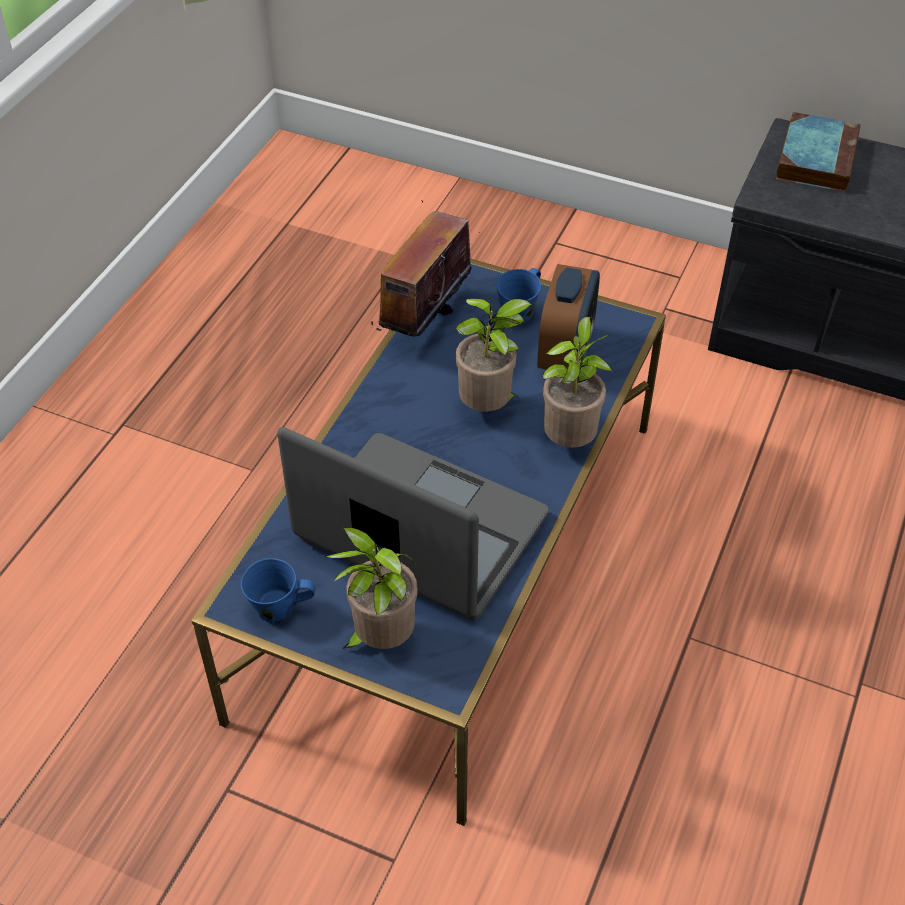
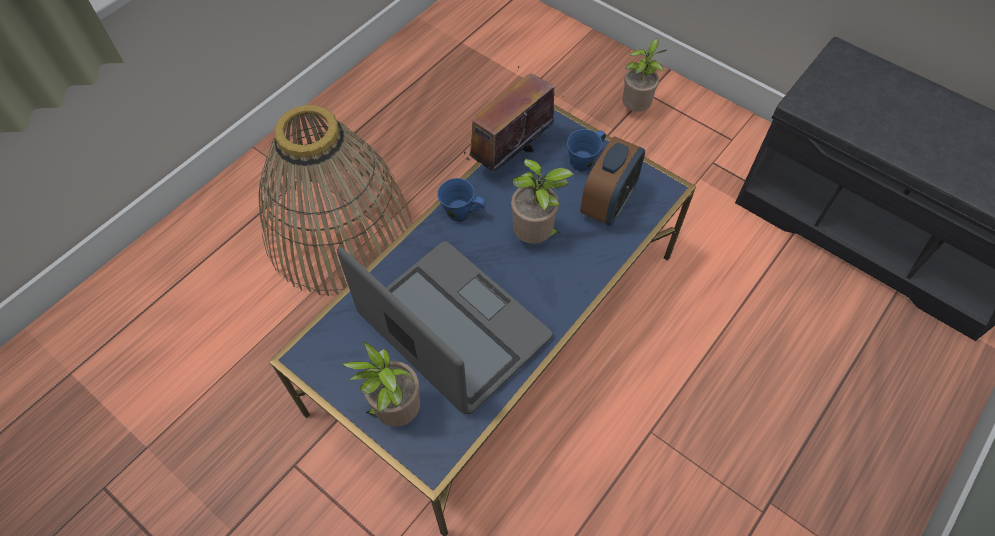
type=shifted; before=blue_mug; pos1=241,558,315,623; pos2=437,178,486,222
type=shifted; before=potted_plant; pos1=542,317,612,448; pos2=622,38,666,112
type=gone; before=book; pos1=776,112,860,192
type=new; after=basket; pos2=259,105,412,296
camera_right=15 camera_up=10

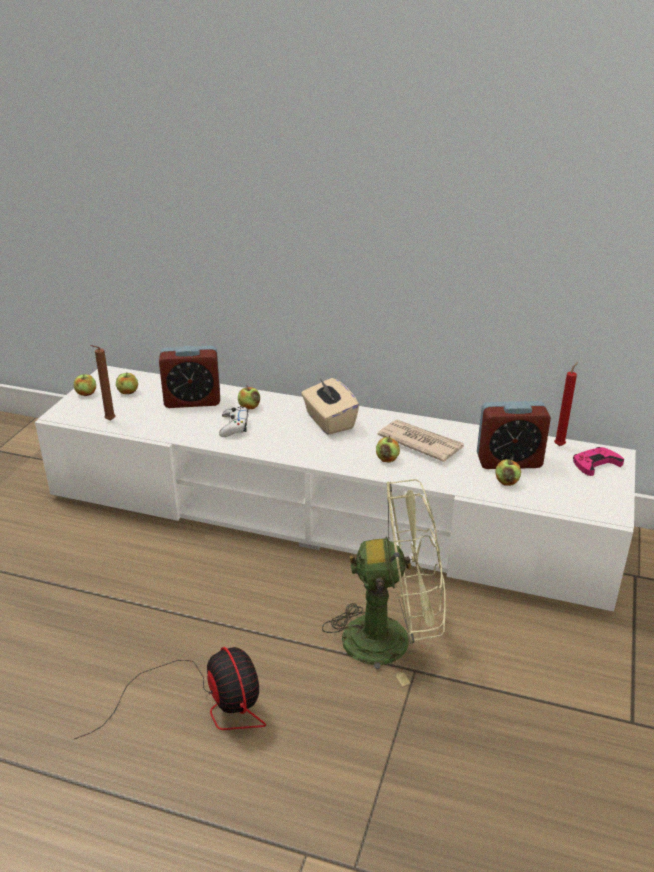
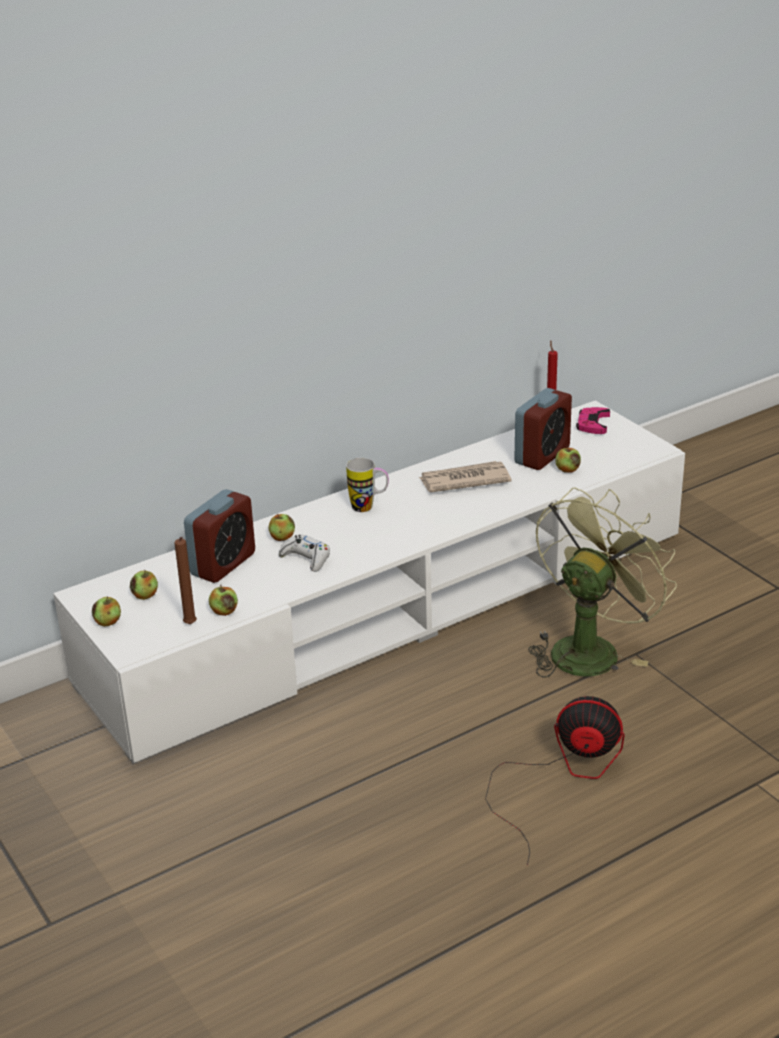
type=swapped; before=beige_tissue_box; after=mug; pos1=301,378,359,435; pos2=346,458,389,512
type=shifted; before=apple; pos1=376,436,400,462; pos2=209,585,238,616
camera_right=-50 camera_up=0

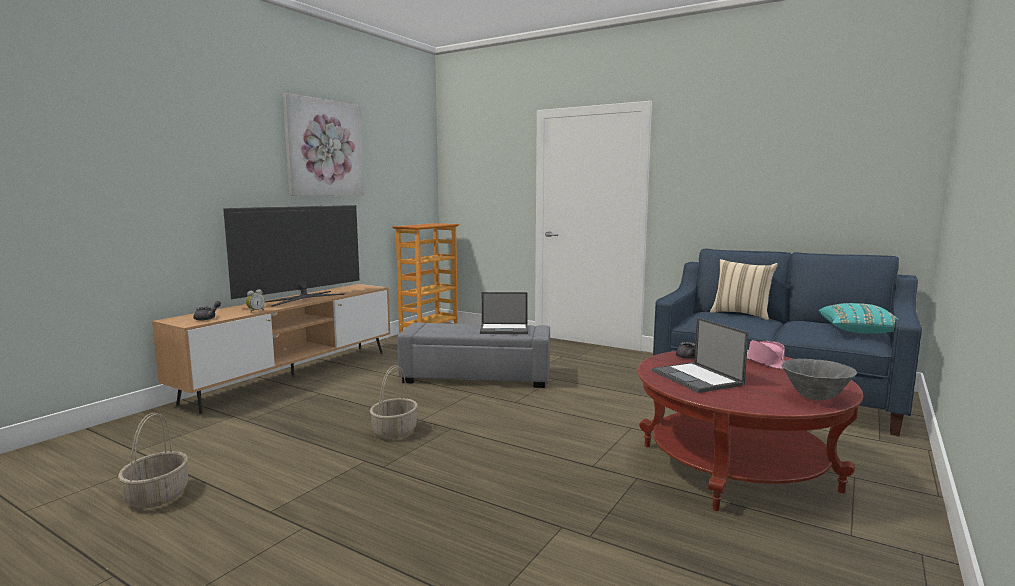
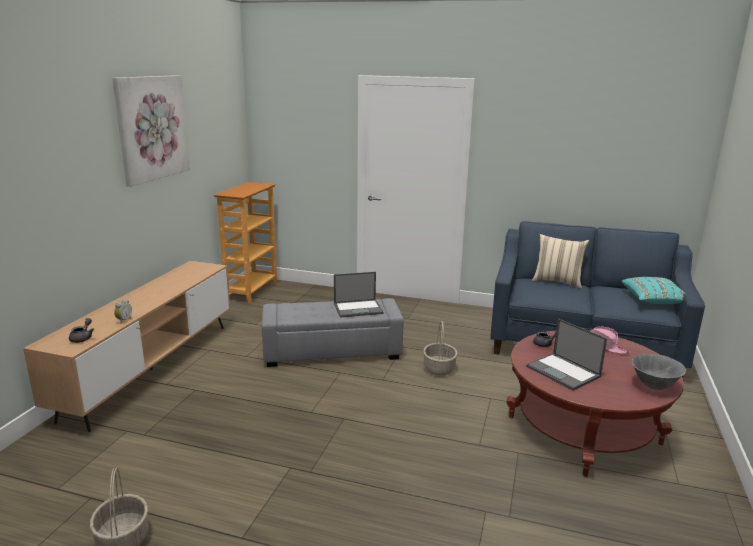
type=gone; before=television; pos1=223,205,360,306
type=shifted; before=basket; pos1=370,365,418,439; pos2=423,321,458,376
camera_right=-15 camera_up=10

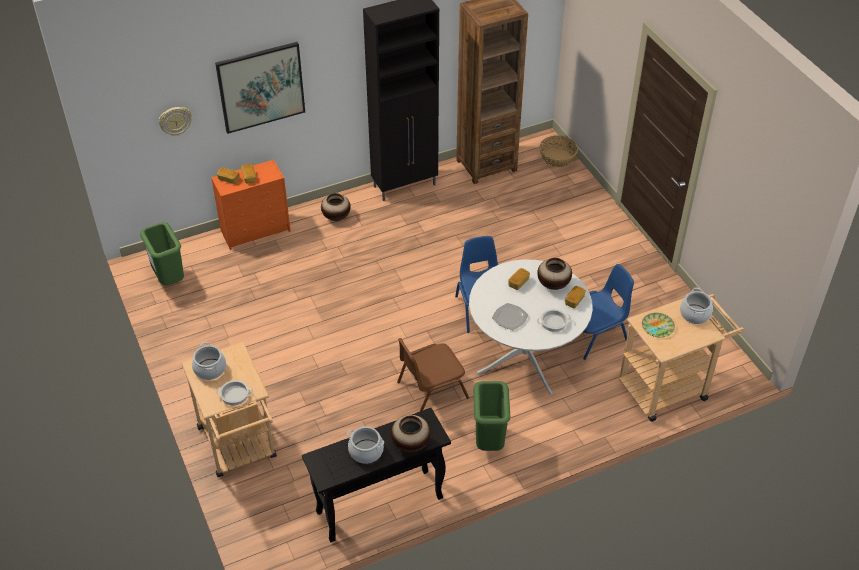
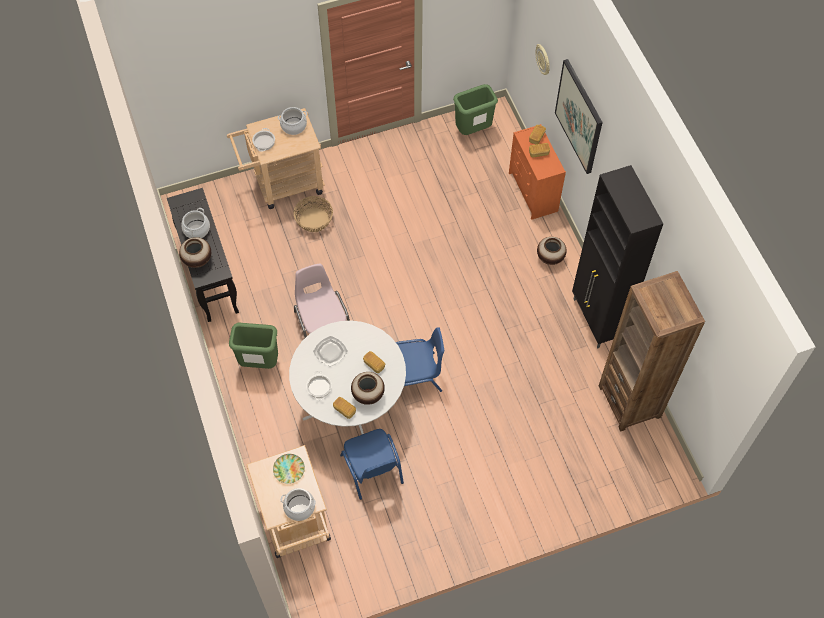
type=repainted; before=brown_chair; after=pink_chair; pos1=397,338,469,412; pos2=294,264,350,338
type=shifted; before=basket; pos1=539,136,578,167; pos2=293,196,333,232
camera_right=95 camera_up=15

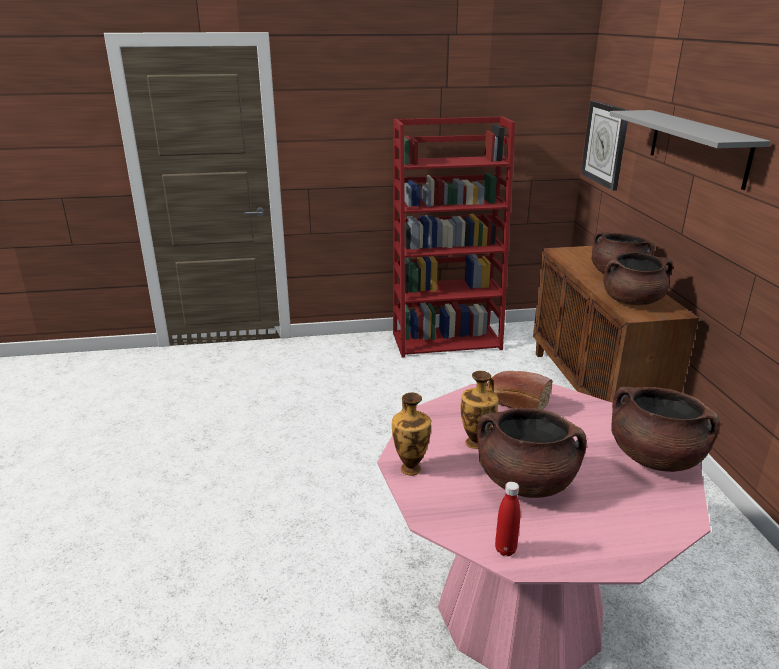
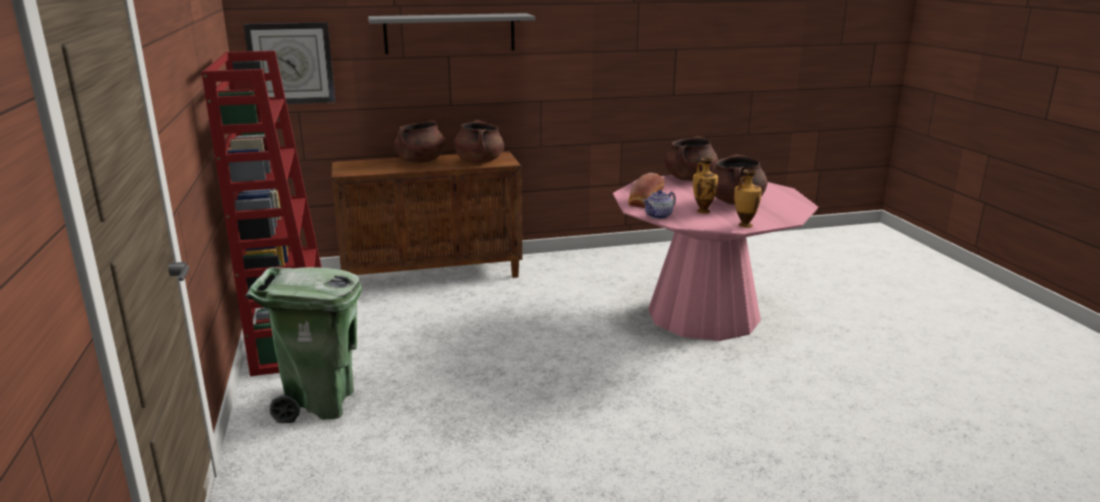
type=gone; before=red_bottle; pos1=495,482,521,556
type=new; after=green_trash_can; pos2=245,267,362,423
type=new; after=teapot; pos2=643,190,676,219
camera_right=-95 camera_up=-5

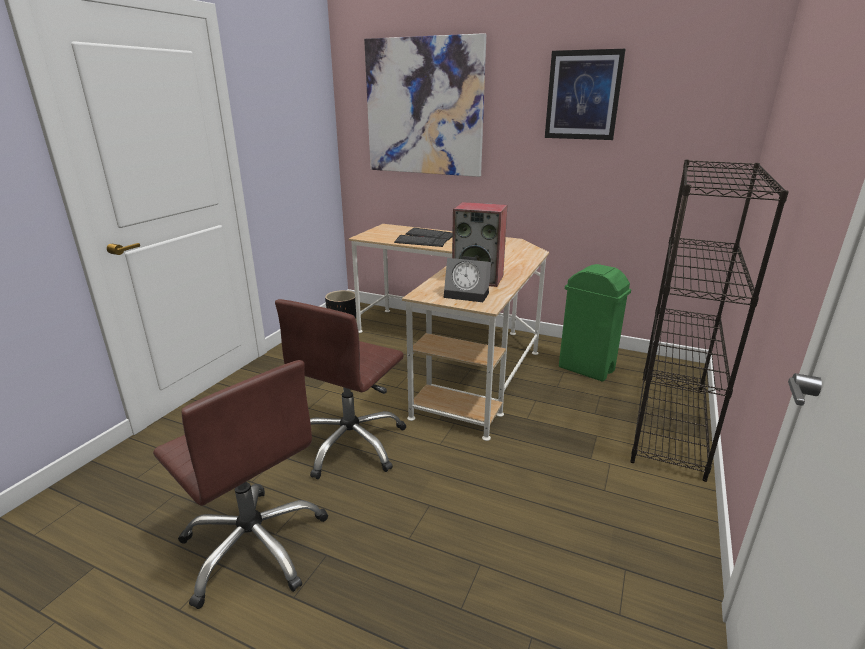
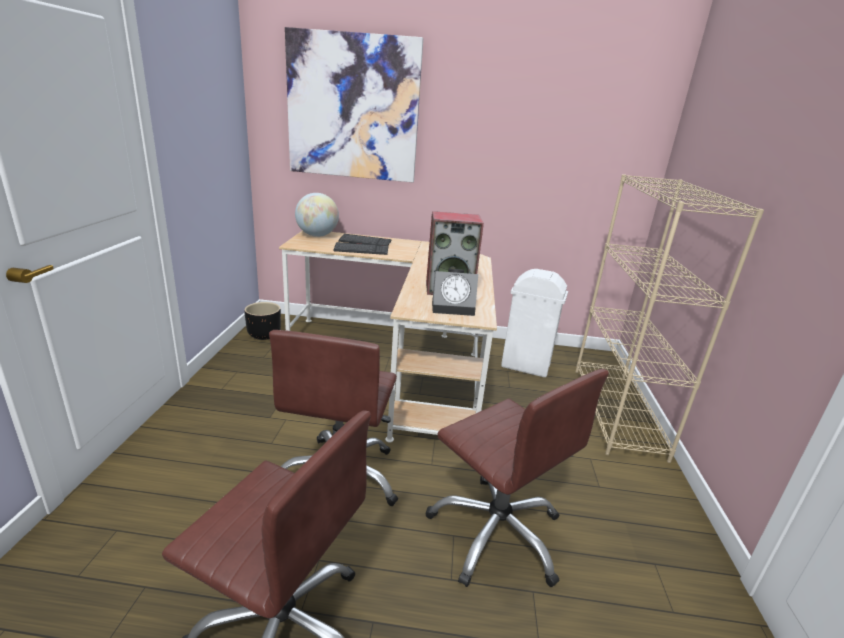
type=gone; before=picture; pos1=545,49,626,140
type=repainted; before=green_trash_can; after=white_trash_can; pos1=559,264,631,381; pos2=501,269,568,377
type=repainted; before=black_bookcase; after=beige_bookcase; pos1=630,160,789,482; pos2=575,174,764,463
type=new; after=globe; pos2=295,193,339,237
type=new; after=brown_office_chair; pos2=425,369,609,587
camera_right=-20 camera_up=0

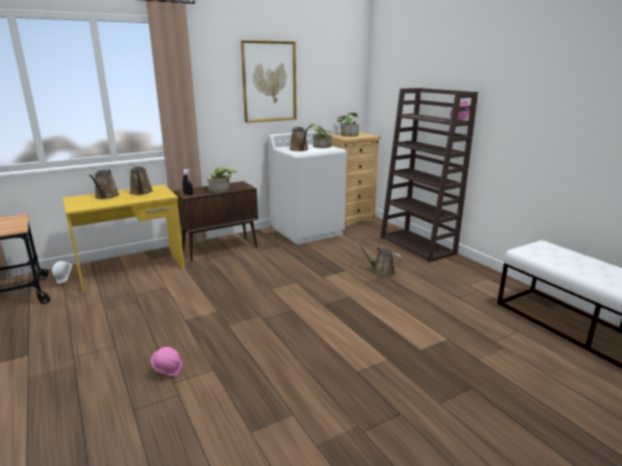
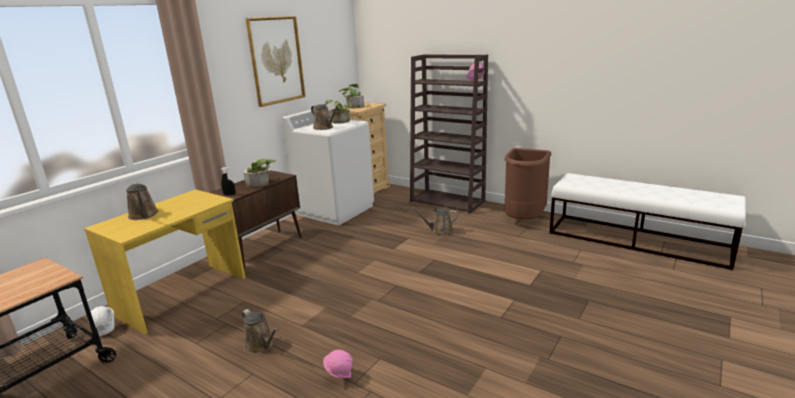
type=shifted; before=brown_watering_can; pos1=130,166,153,195; pos2=241,309,278,354
type=new; after=brown_trash_can; pos2=504,148,552,219
camera_right=-25 camera_up=0

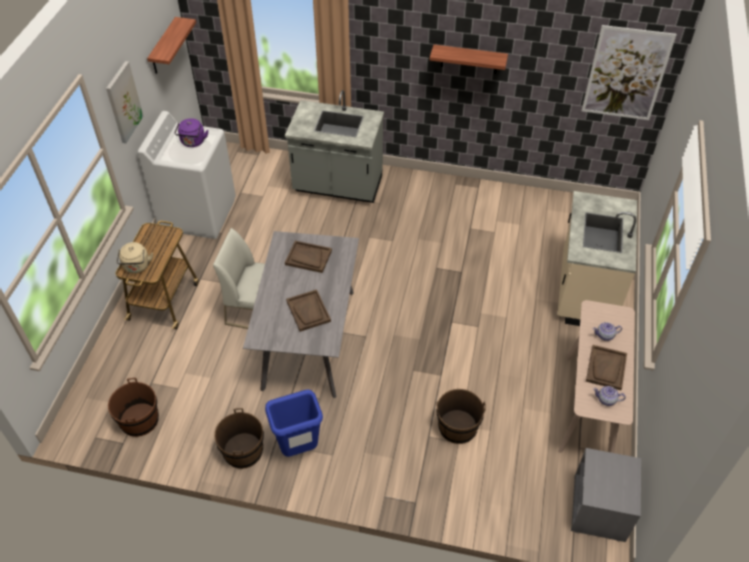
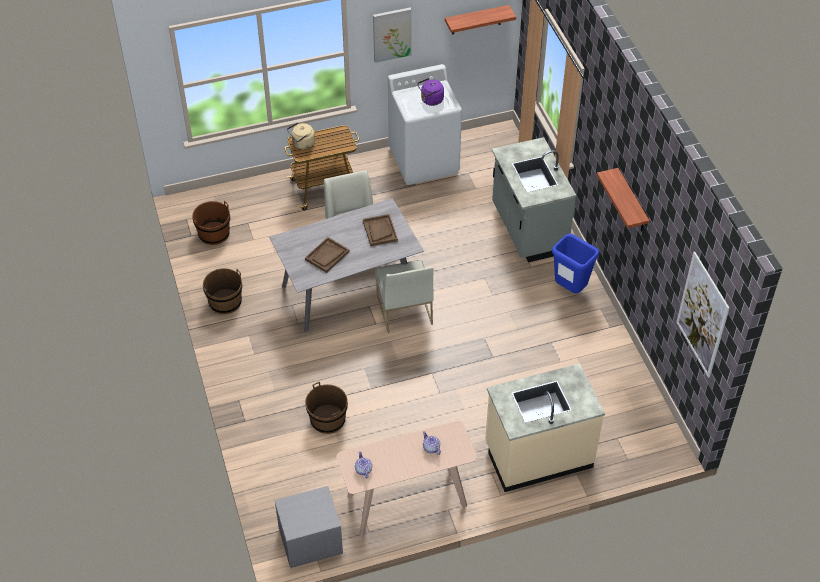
type=shifted; before=blue_trash_can; pos1=265,389,323,457; pos2=552,234,599,293
type=gone; before=brown_tray; pos1=586,345,627,390
type=new; after=white_chair; pos2=375,260,434,333
camera_right=60 camera_up=0

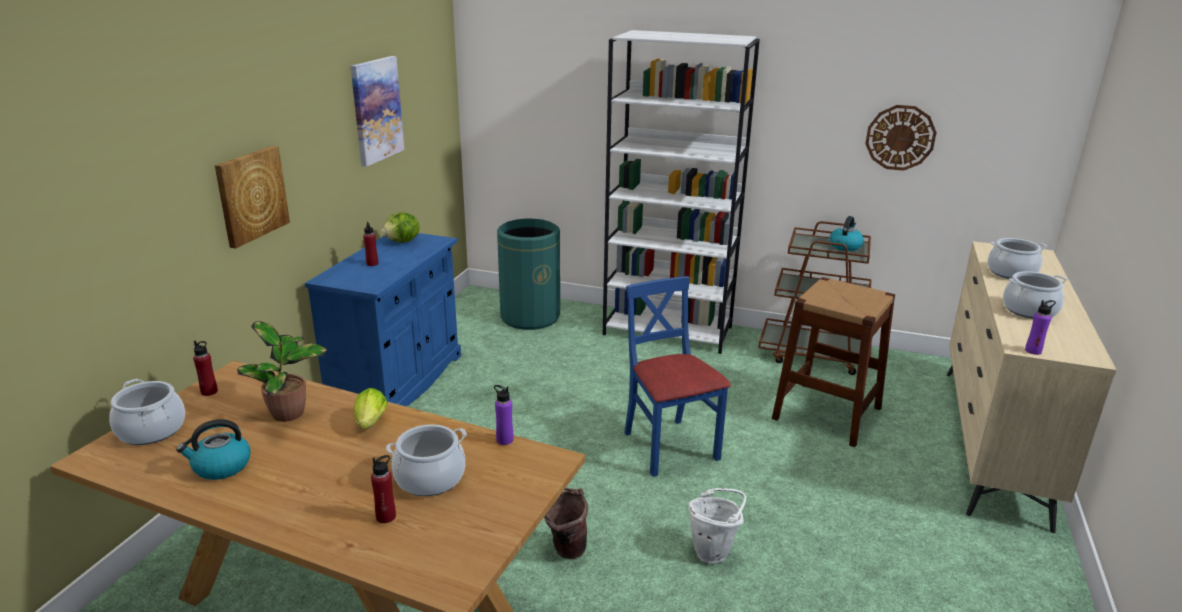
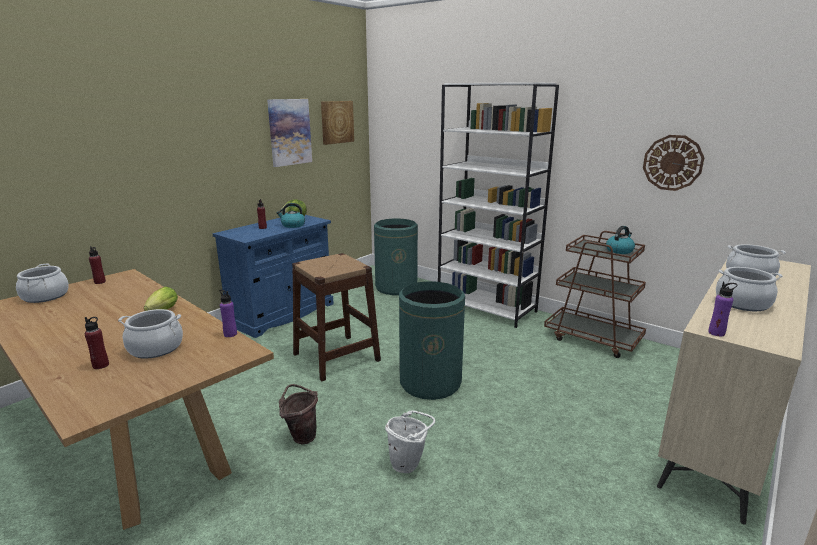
type=shifted; before=kettle; pos1=176,419,251,480; pos2=277,203,305,228
type=shifted; before=picture; pos1=215,146,290,249; pos2=321,101,354,145
type=gone; before=potted_plant; pos1=237,321,327,422
type=swapped; before=blue_chair; after=green_trash_can; pos1=625,276,731,477; pos2=399,281,465,400
type=shifted; before=brown_stool; pos1=772,277,895,447; pos2=292,253,381,381
camera_right=20 camera_up=-5

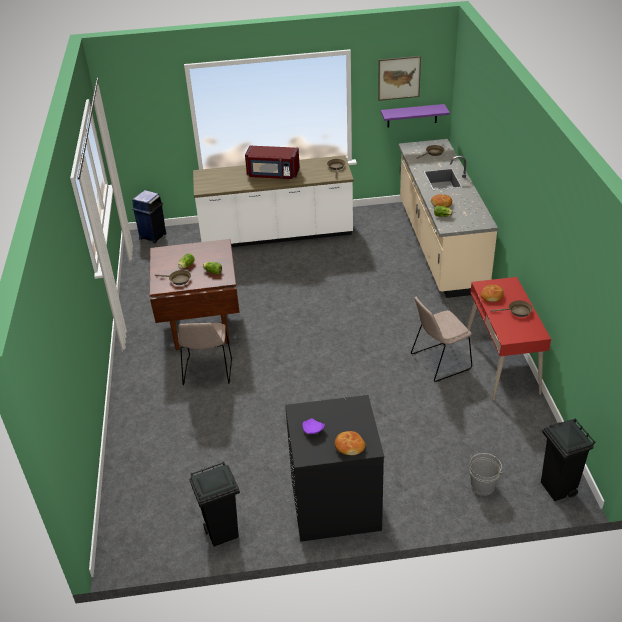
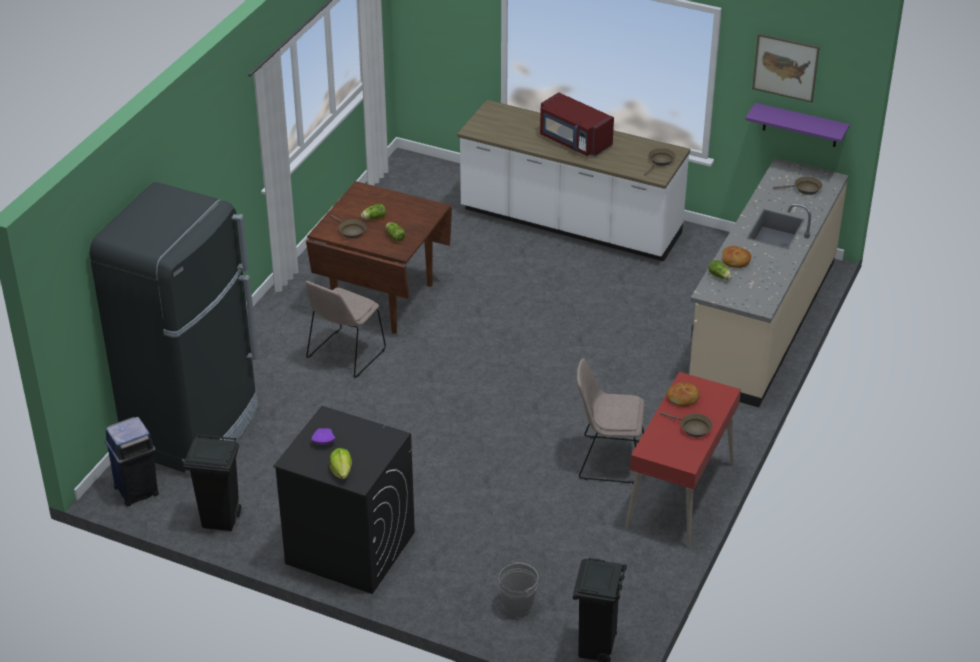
type=shifted; before=blue_trash_can; pos1=132,190,166,243; pos2=105,417,159,506
type=swapped; before=bread; after=lettuce; pos1=335,431,365,455; pos2=330,448,352,479
type=new; after=black_fridge; pos2=90,182,258,475
camera_right=30 camera_up=0

